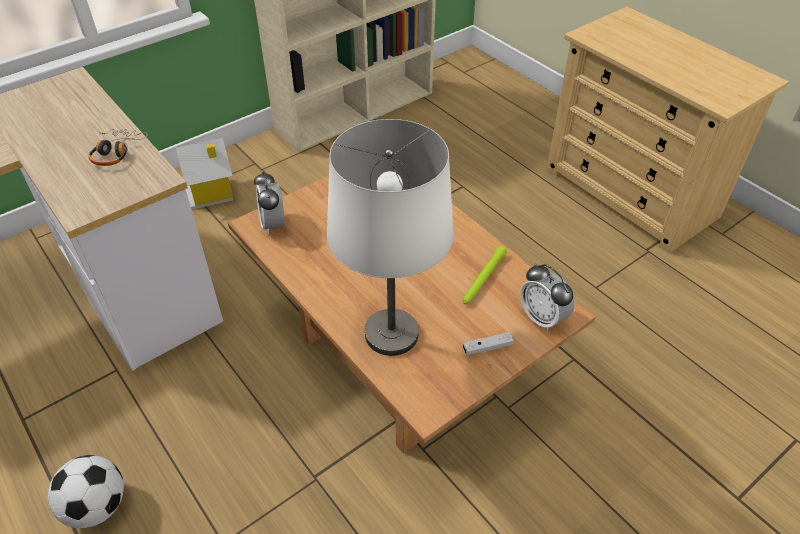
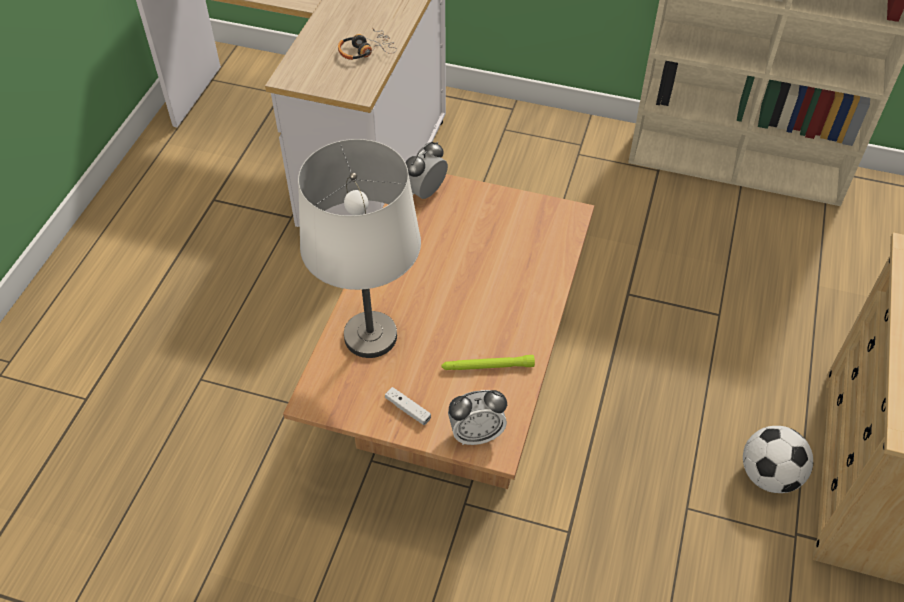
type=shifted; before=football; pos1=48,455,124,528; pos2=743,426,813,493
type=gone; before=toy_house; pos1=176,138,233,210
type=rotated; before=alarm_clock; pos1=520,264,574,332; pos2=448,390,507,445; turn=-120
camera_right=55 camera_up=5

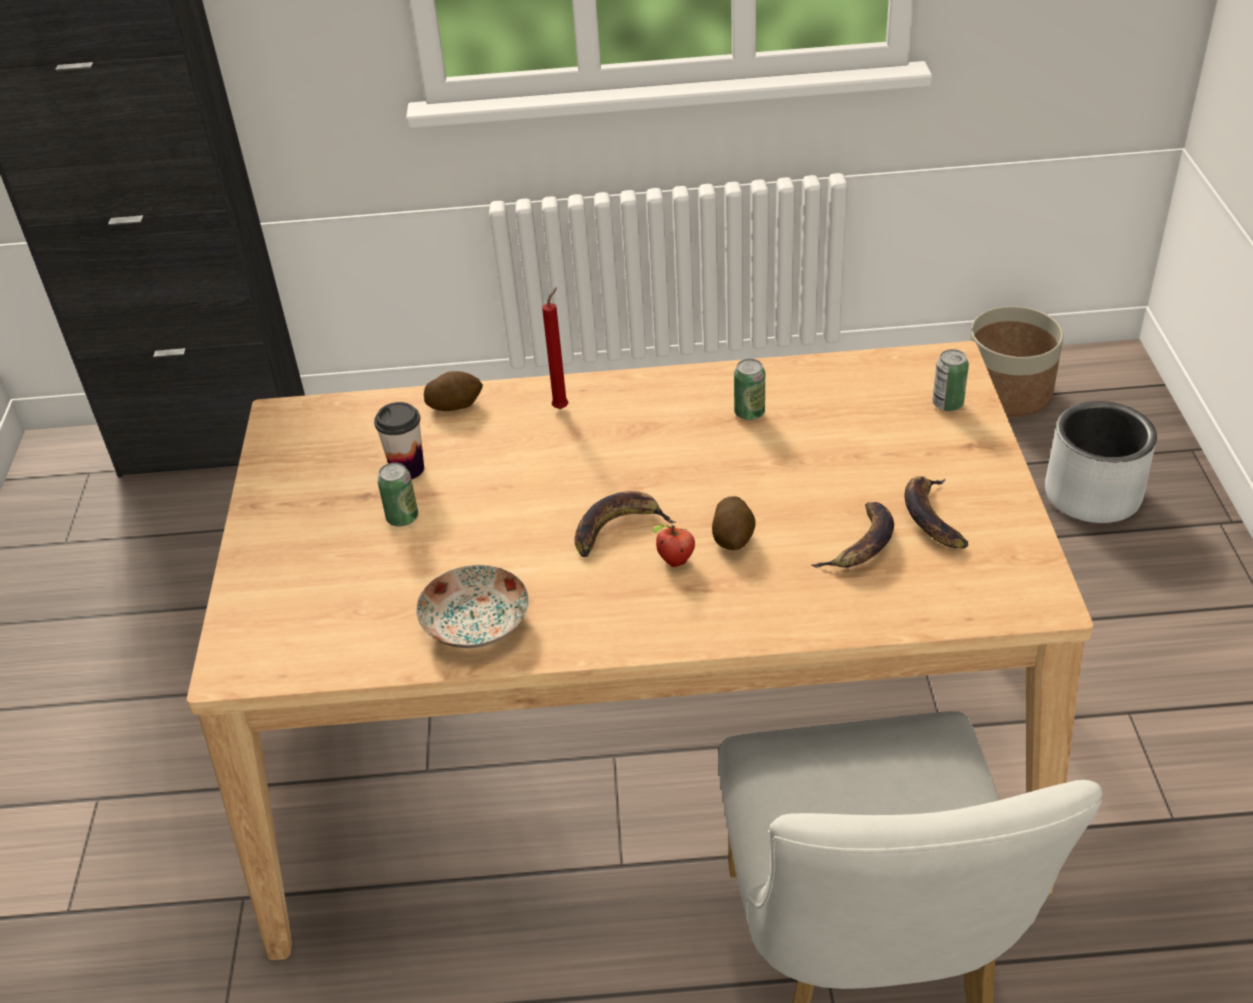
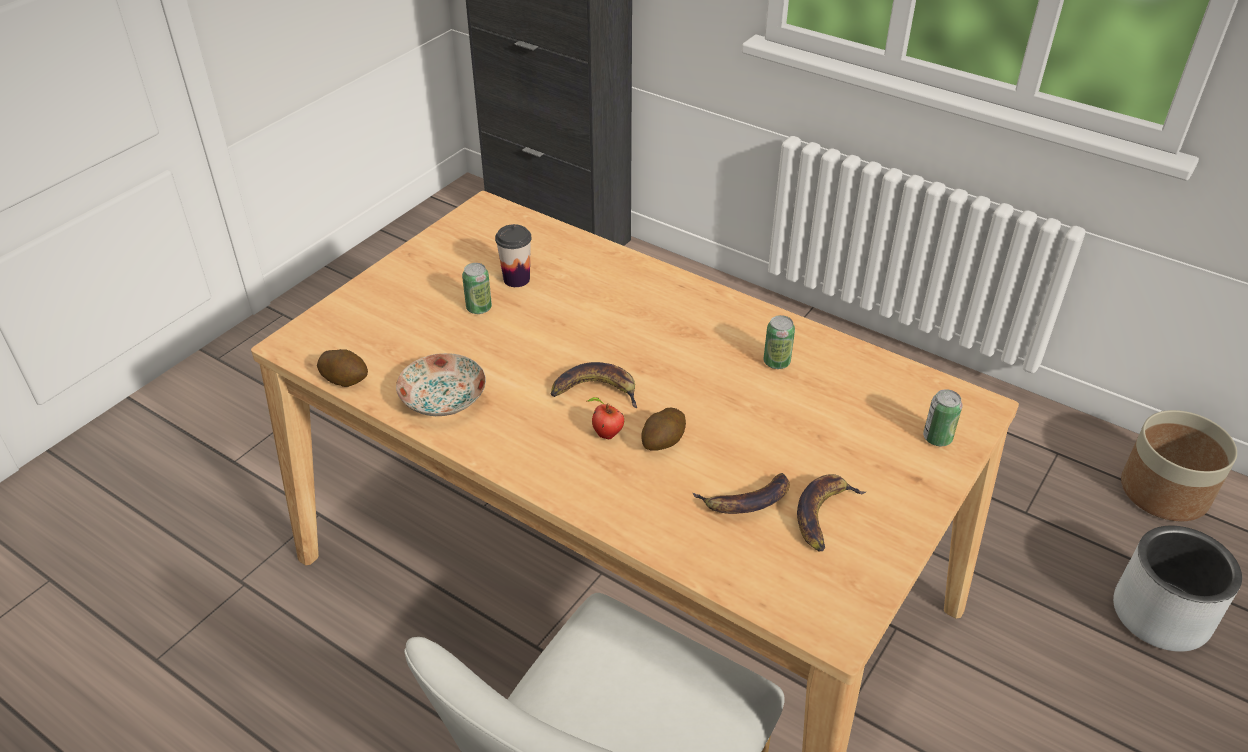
type=shifted; before=potato; pos1=424,371,483,411; pos2=317,349,368,387
type=gone; before=red_candle; pos1=542,287,568,409
camera_right=35 camera_up=0

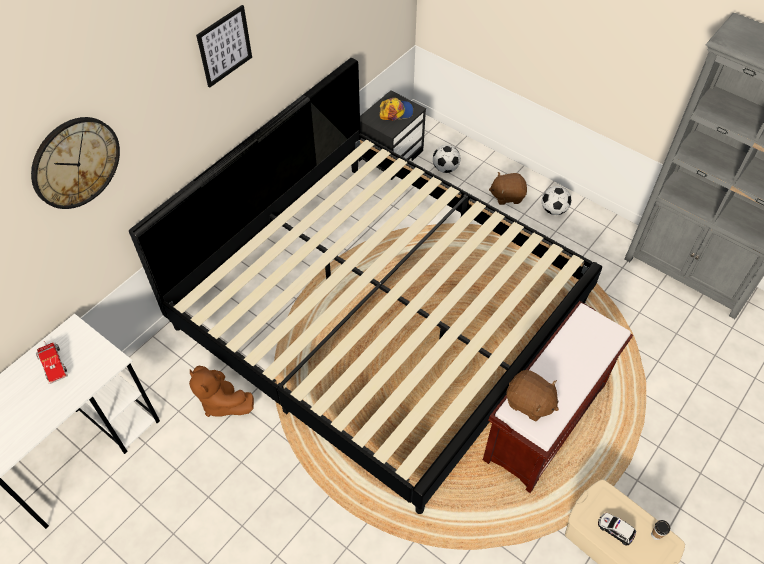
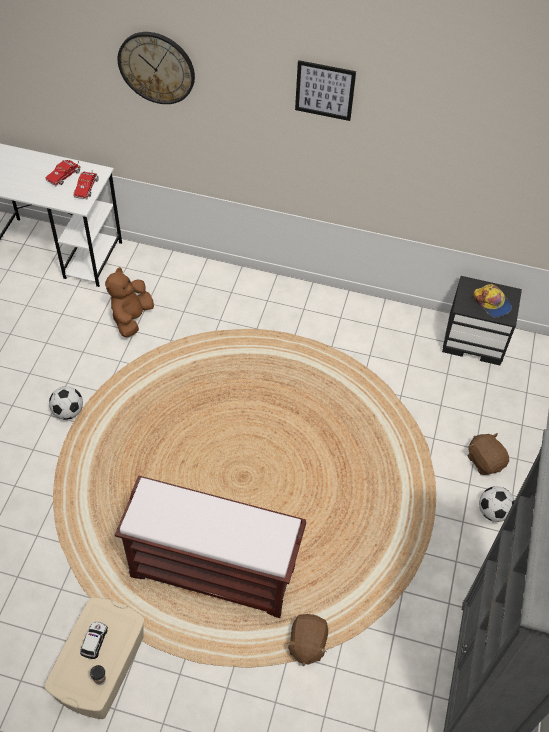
type=gone; before=bed; pos1=129,58,602,514
type=shifted; before=football; pos1=433,145,461,173; pos2=49,386,83,420
type=shifted; before=brown_plush_toy; pos1=506,370,559,421; pos2=287,614,328,666
type=new; after=toy_truck; pos2=73,170,99,199
camera_right=65 camera_up=0

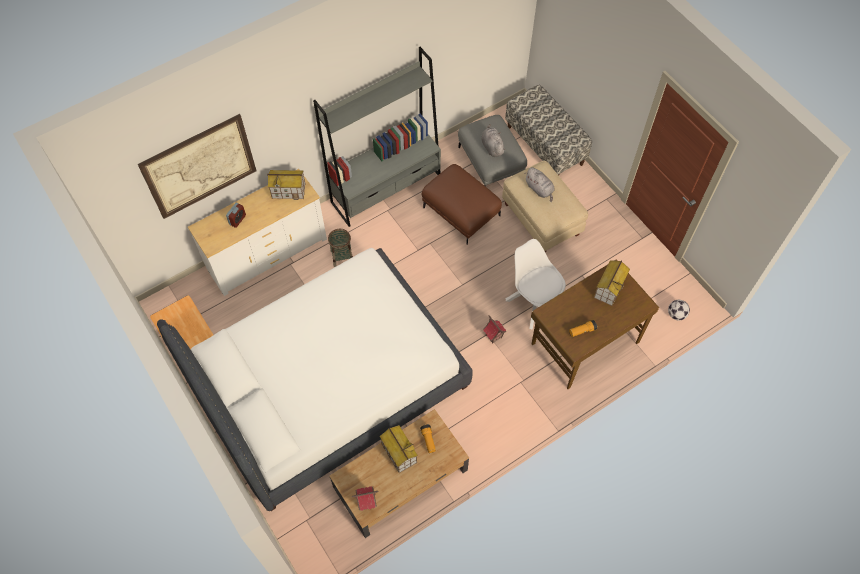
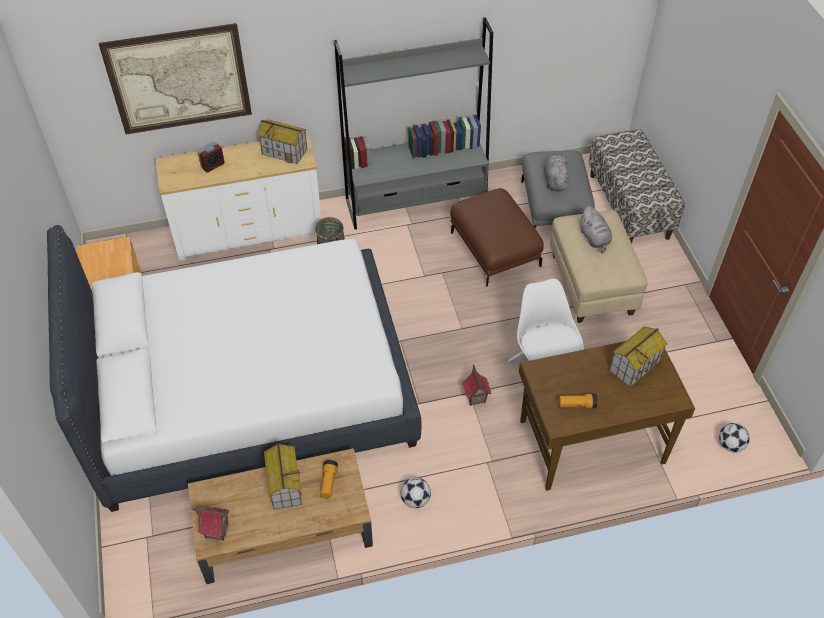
type=new; after=football; pos2=401,477,431,508
camera_right=20 camera_up=-10

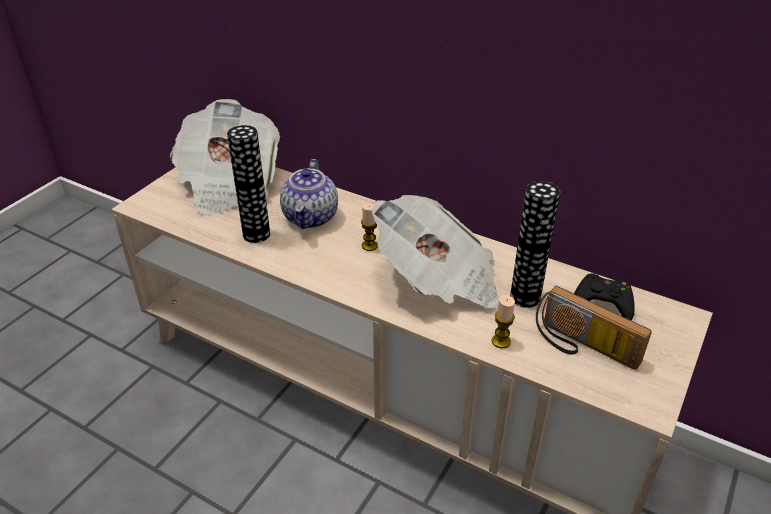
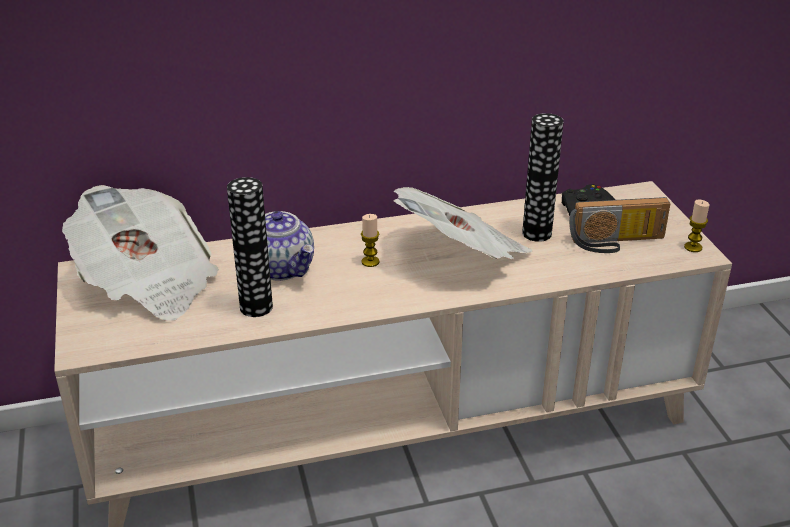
type=shifted; before=candle; pos1=492,295,515,348; pos2=684,200,709,252
camera_right=-45 camera_up=-5

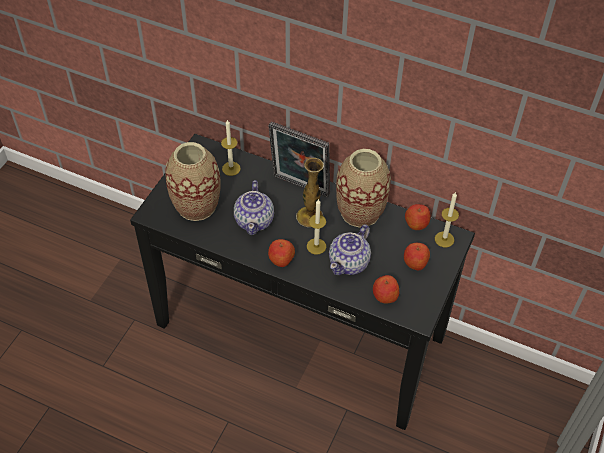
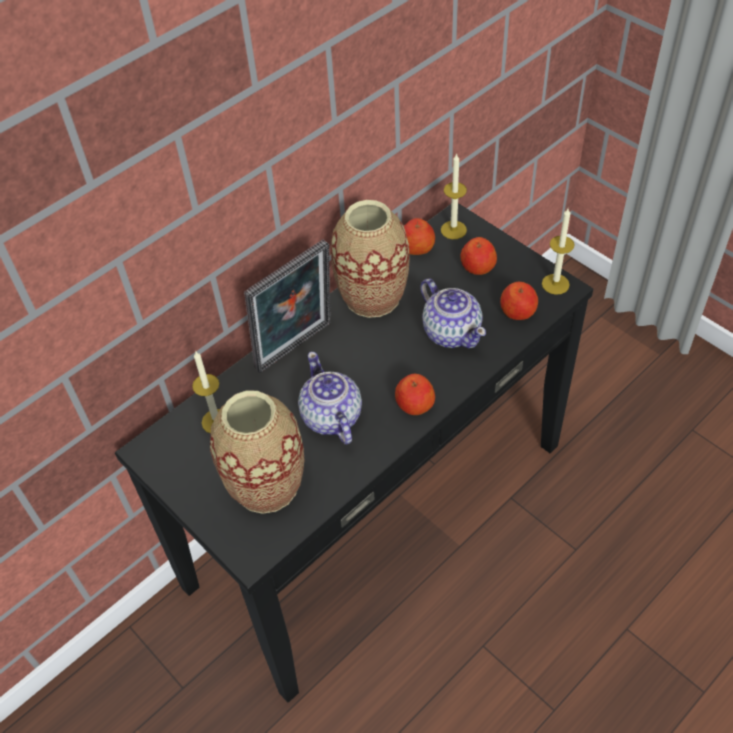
type=rotated; before=teapot; pos1=234,180,274,235; pos2=298,352,362,444; turn=-135
type=gone; before=vase; pos1=296,158,324,227
type=shifted; before=candle; pos1=307,199,326,255; pos2=542,208,575,295
camera_right=-65 camera_up=0

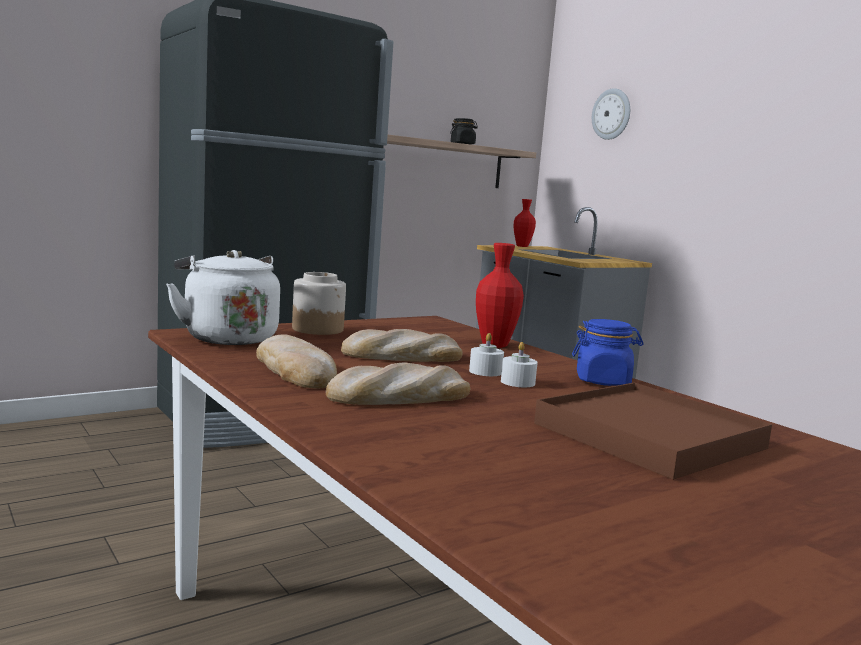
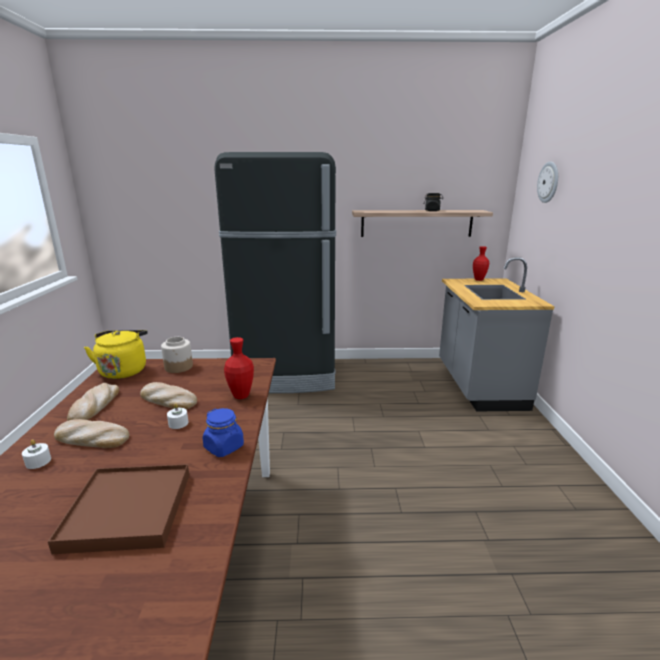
type=repainted; before=white_kettle; after=yellow_kettle; pos1=166,250,280,345; pos2=84,330,148,379
type=shifted; before=white_candle; pos1=501,342,538,387; pos2=22,439,51,469
camera_right=35 camera_up=10

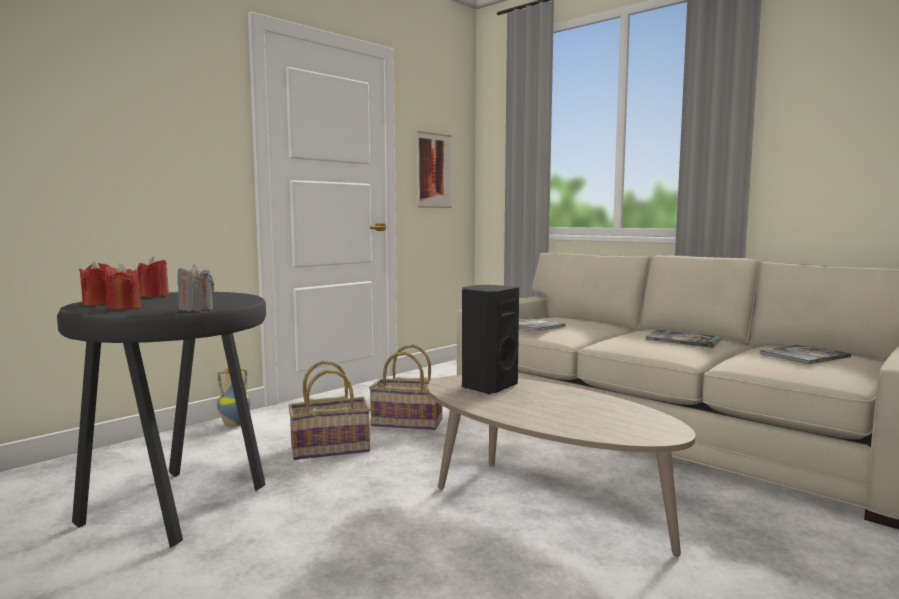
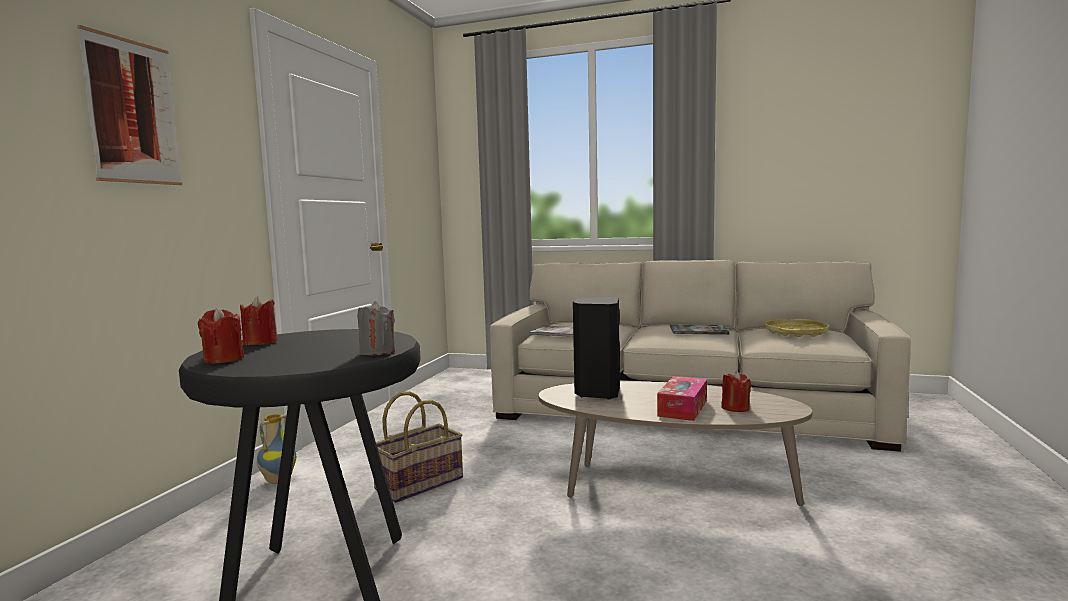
type=shifted; before=red_candle; pos1=104,263,141,310; pos2=722,371,751,412
type=gone; before=basket; pos1=369,344,442,430
type=shifted; before=picture; pos1=417,131,452,208; pos2=77,25,182,185
type=swapped; before=book; after=yellow_tray; pos1=759,344,851,364; pos2=765,319,829,337
type=new; after=tissue_box; pos2=657,376,707,421
camera_right=-25 camera_up=0

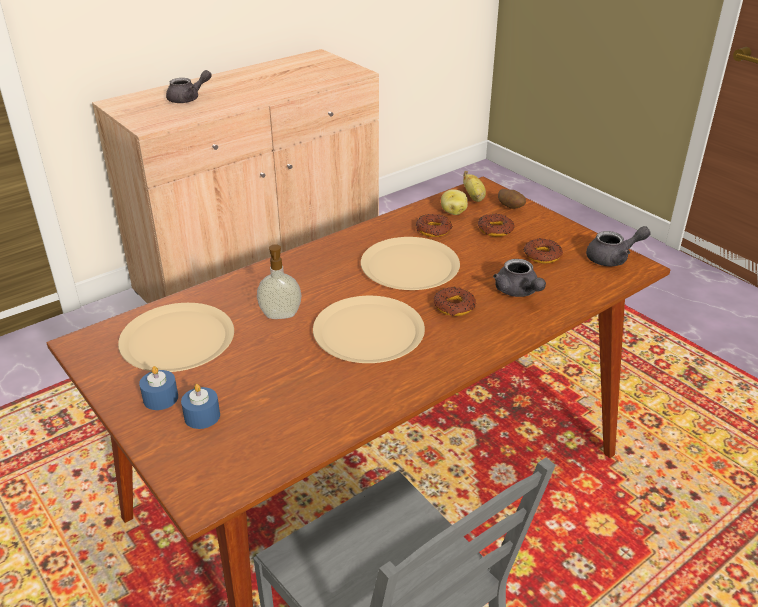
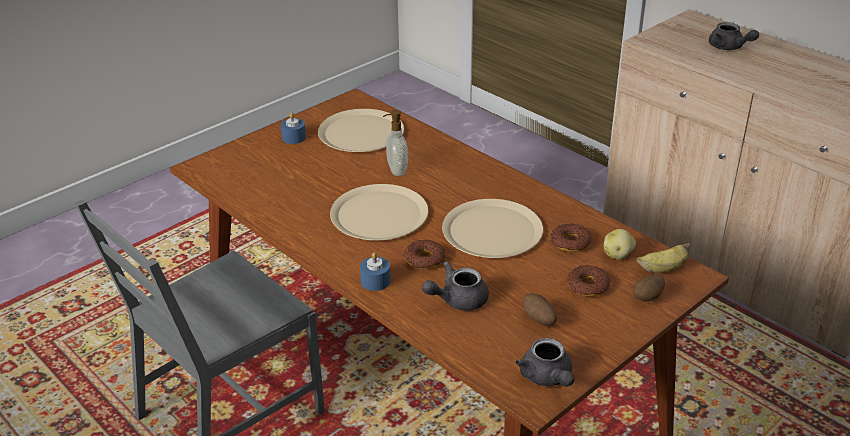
type=shifted; before=blue_candle; pos1=181,384,220,429; pos2=360,252,391,291
type=swapped; before=donut; after=potato; pos1=524,238,563,264; pos2=523,293,557,326
camera_right=85 camera_up=0

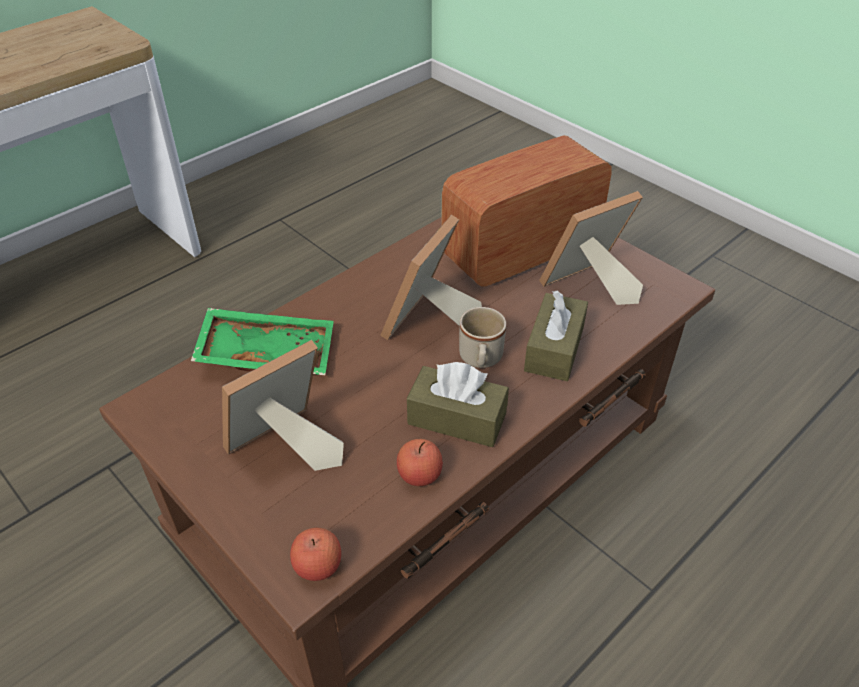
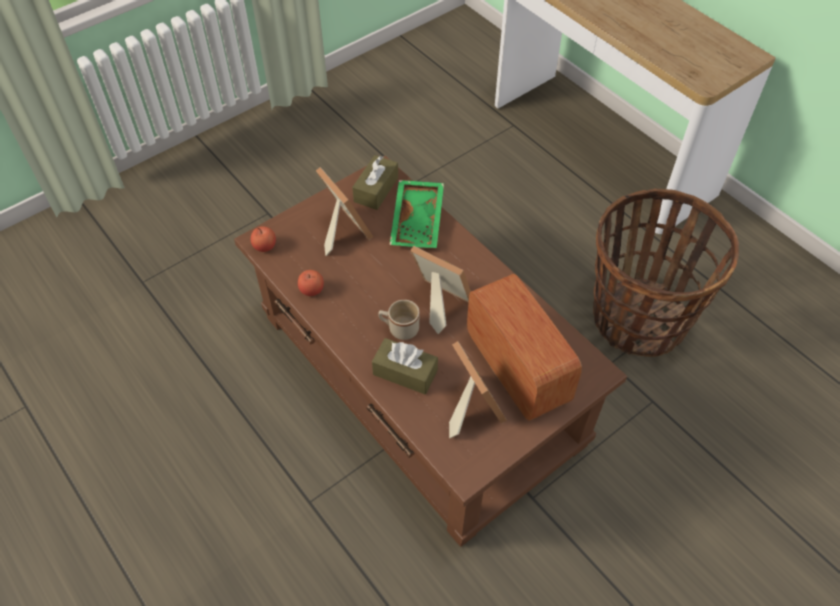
type=shifted; before=brown_tissue_box; pos1=407,362,509,447; pos2=352,155,398,210
type=new; after=basket; pos2=593,188,739,357
camera_right=95 camera_up=10

